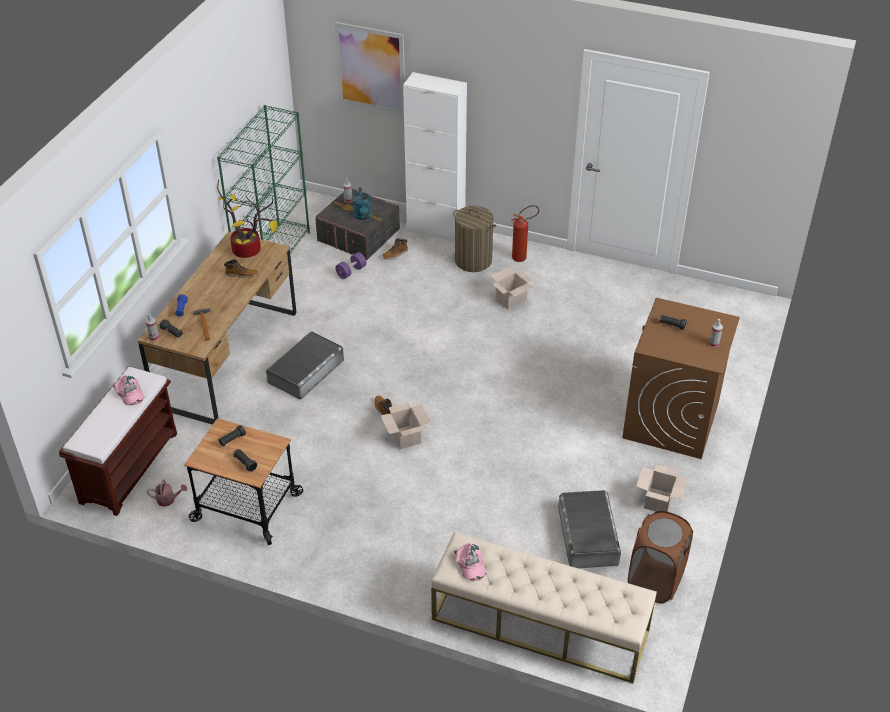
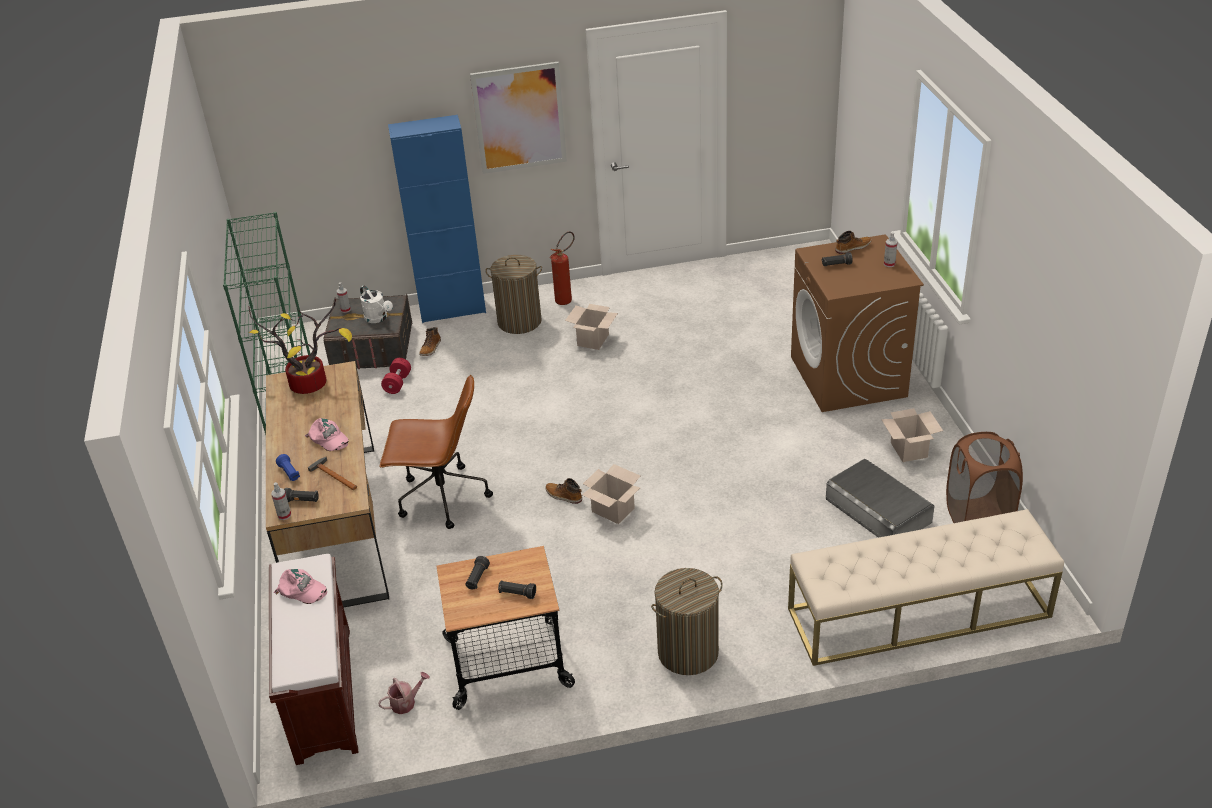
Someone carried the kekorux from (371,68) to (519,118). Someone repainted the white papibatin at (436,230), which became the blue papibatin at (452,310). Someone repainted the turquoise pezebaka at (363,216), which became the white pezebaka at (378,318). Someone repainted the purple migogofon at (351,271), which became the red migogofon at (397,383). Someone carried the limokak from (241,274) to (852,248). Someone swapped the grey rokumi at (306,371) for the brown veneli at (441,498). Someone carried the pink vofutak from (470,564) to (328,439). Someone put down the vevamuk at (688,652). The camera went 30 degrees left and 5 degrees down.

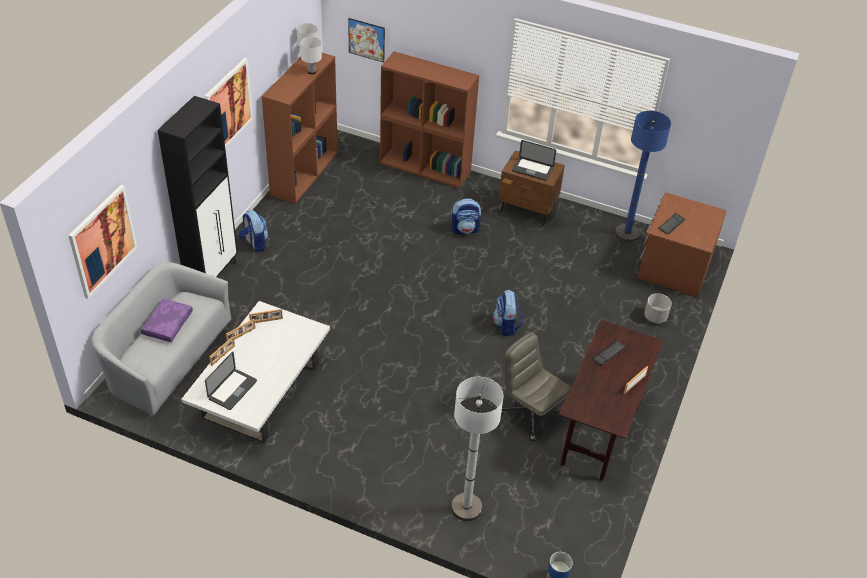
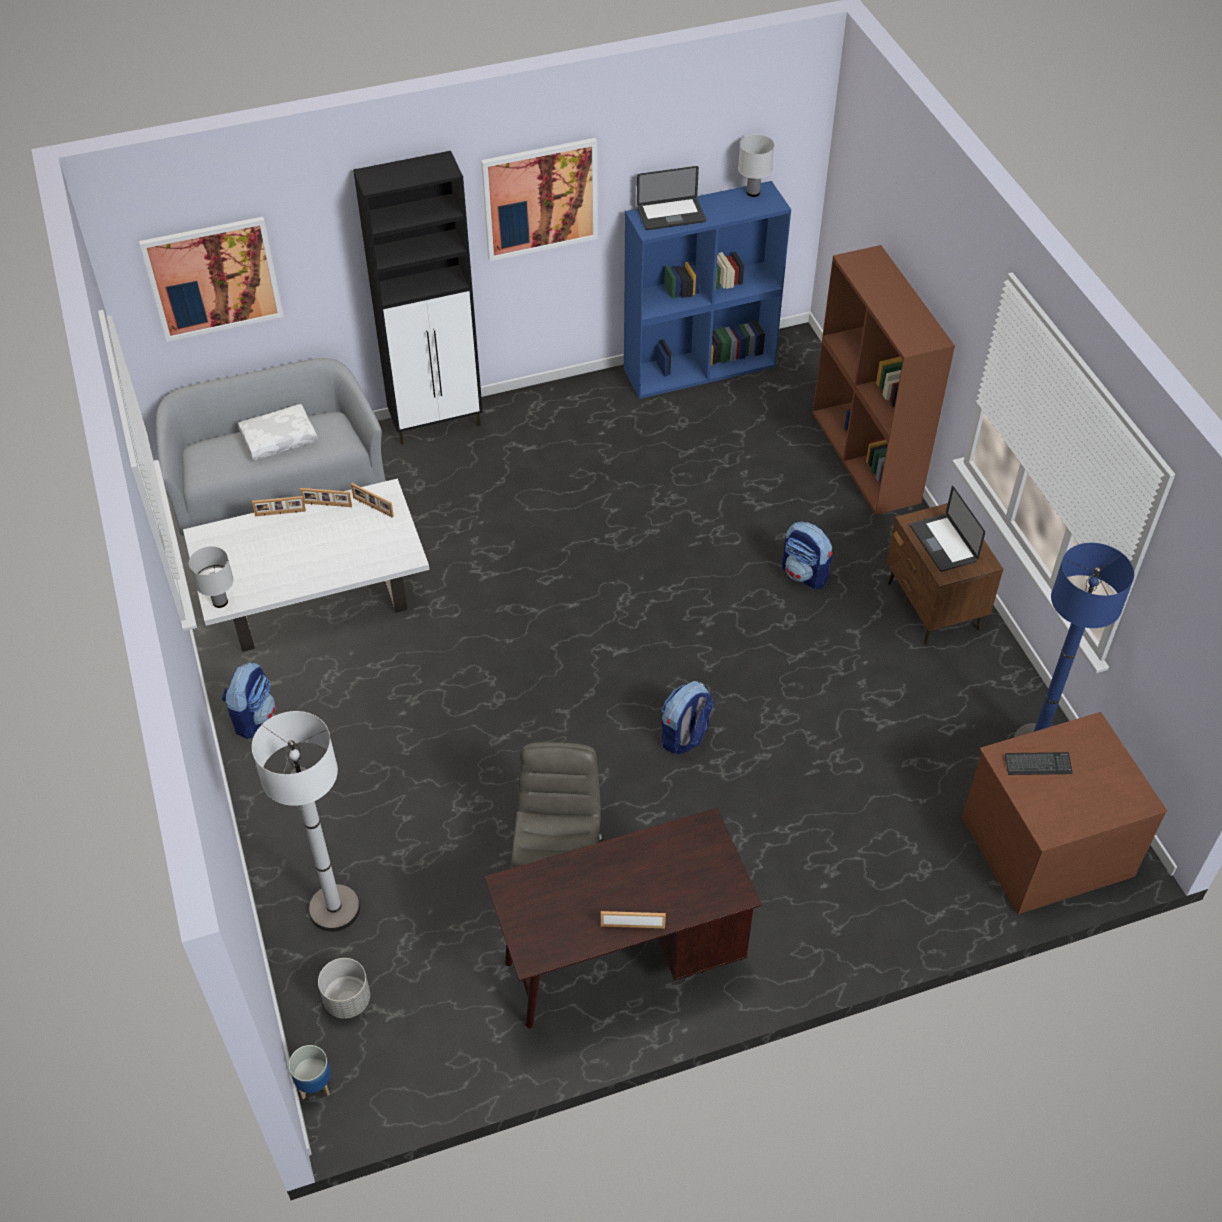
Someone took away the kekorux at (366,40). Someone carried the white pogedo from (312,71) to (220,602). Someone repainted the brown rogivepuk at (304,173), which became the blue rogivepuk at (700,367). Someone carried the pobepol from (254,243) to (253,717). Someone carried the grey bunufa from (655,317) to (347,1000). Someone repainted the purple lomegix at (167,324), which became the white lomegix at (279,438). Someone took away the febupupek at (608,353). Someone carried the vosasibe from (232,390) to (671,215). The camera went 50 degrees right and 5 degrees up.

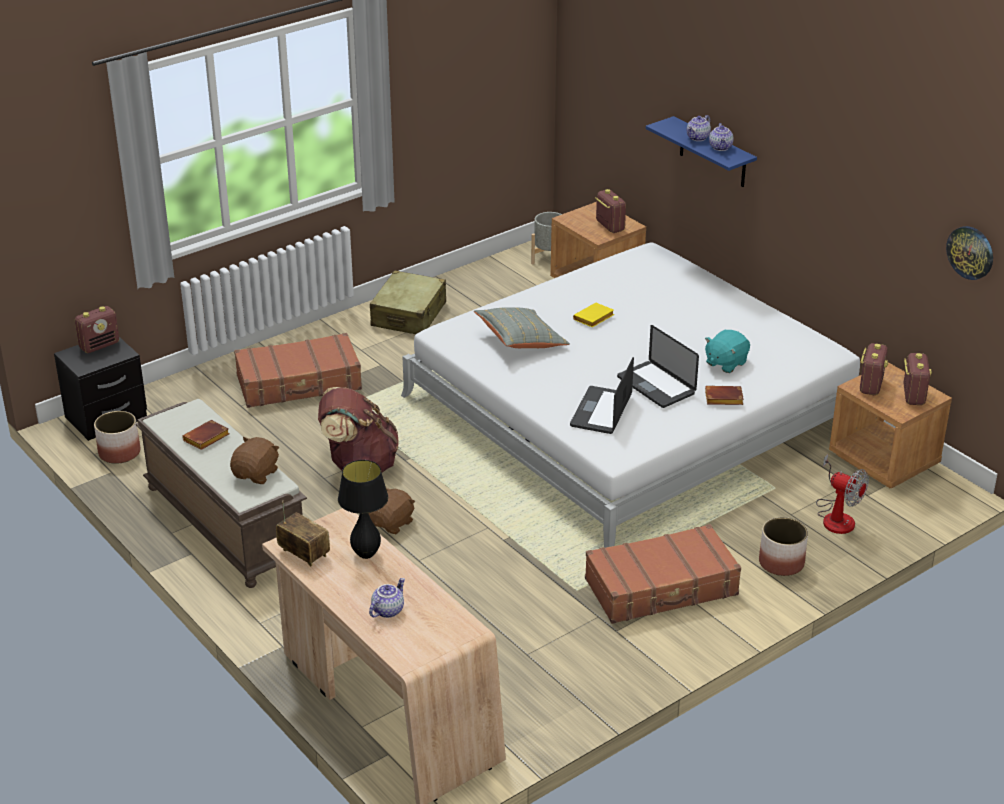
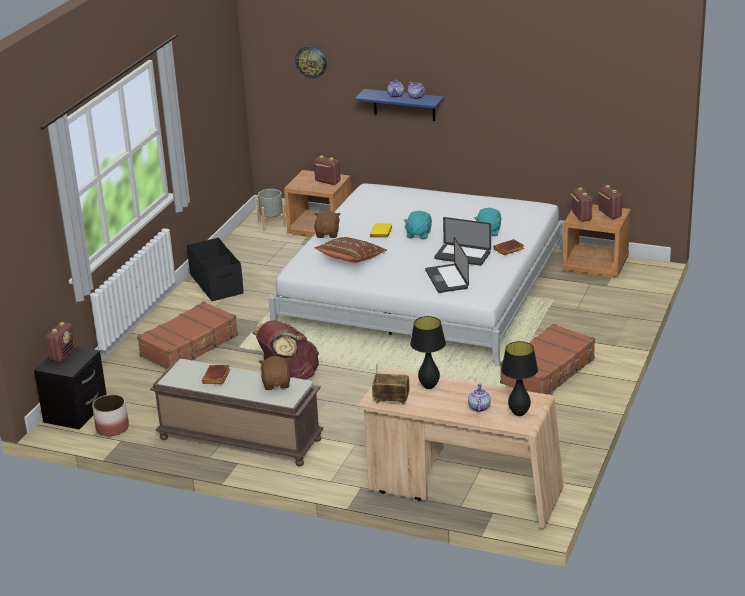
Someone carried the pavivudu from (970,252) to (311,61). Someone swapped the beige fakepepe at (409,315) for the black rokumi at (217,284). Someone repainted the grey lomegix at (520,341), which became the brown lomegix at (351,259). Someone took away the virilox at (836,516). Someone carried the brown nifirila from (392,523) to (328,234). Someone took away the bunufa at (781,563). Someone put down the turquoise nifirila at (418,234). Someone put down the black pogedo at (519,413). The camera went 30 degrees left and 5 degrees down.

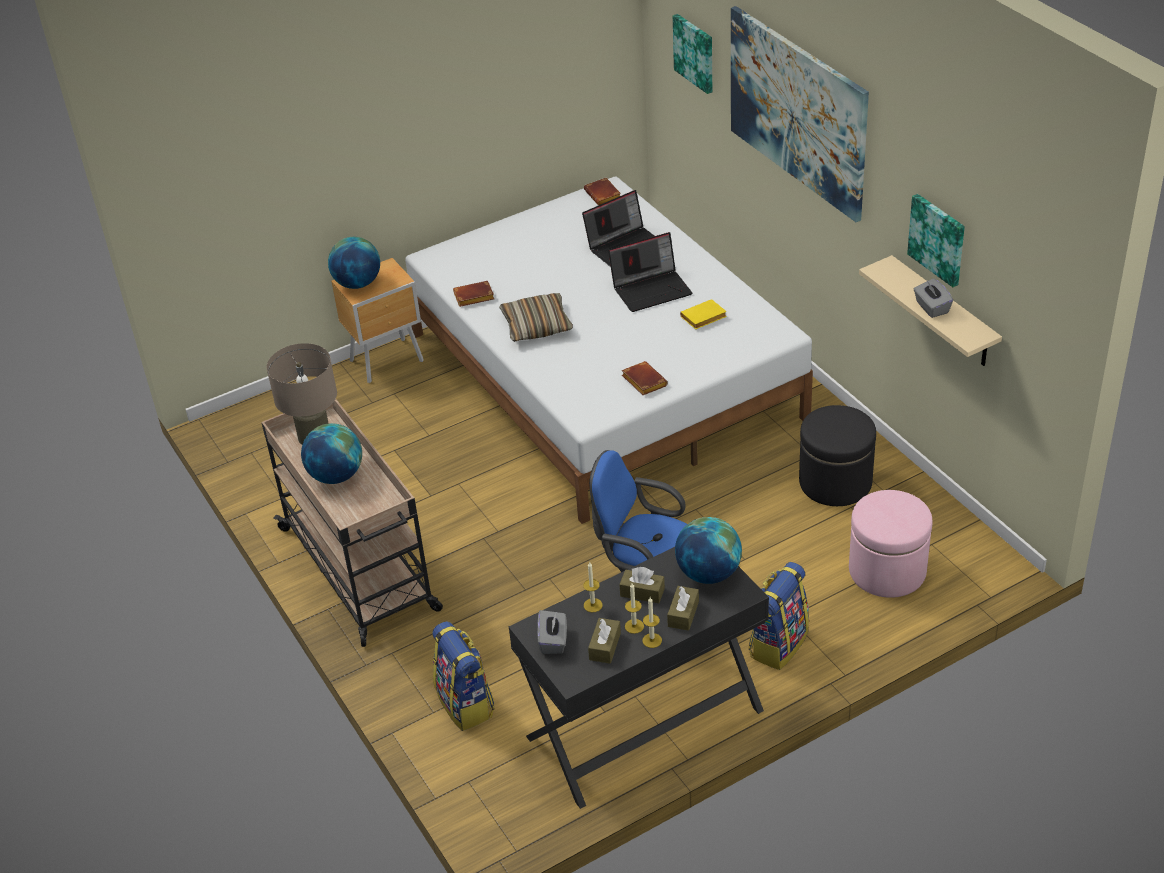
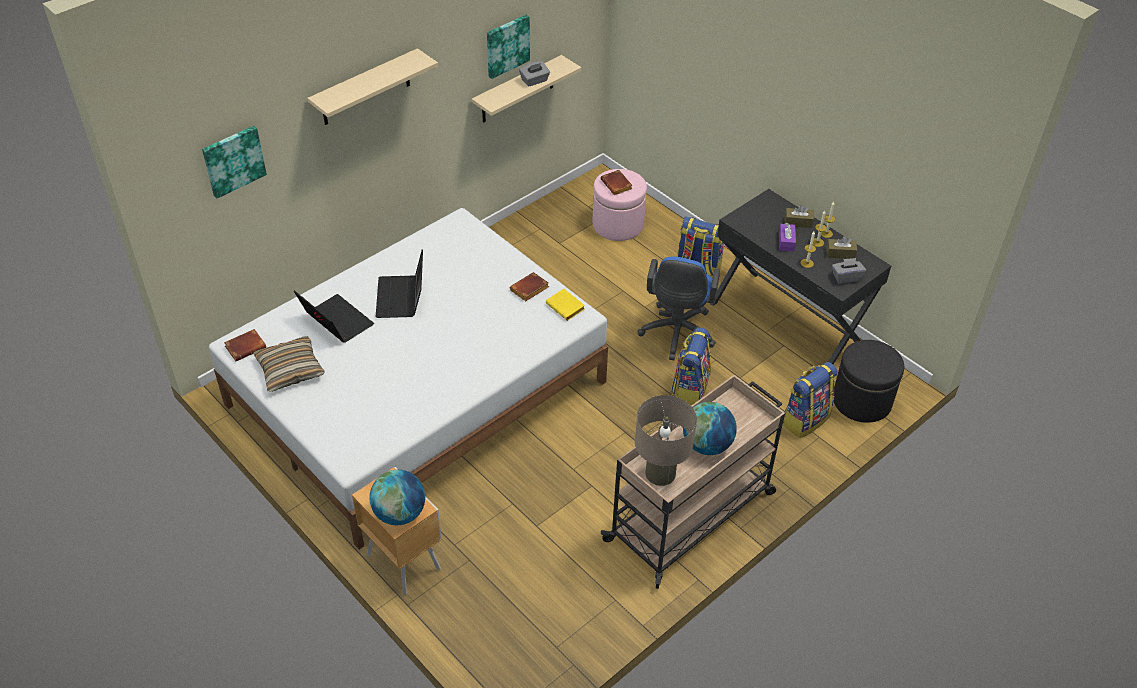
Someone swapped the kekorux at (797,111) for the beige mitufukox at (365,88). Someone rotated the vosasibe at (651,289) by 150 degrees counterclockwise. Someone carried the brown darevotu from (473,298) to (617,185). Someone carried the lomegix from (536,325) to (290,370). Someone carried the yellow darevotu from (703,318) to (566,307). Someone carried the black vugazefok from (835,482) to (861,401). Someone took away the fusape at (708,573). Someone repainted the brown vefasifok at (642,592), which became the purple vefasifok at (786,242). Someone put down the pobepol at (689,388). The camera went 105 degrees left and 5 degrees up.

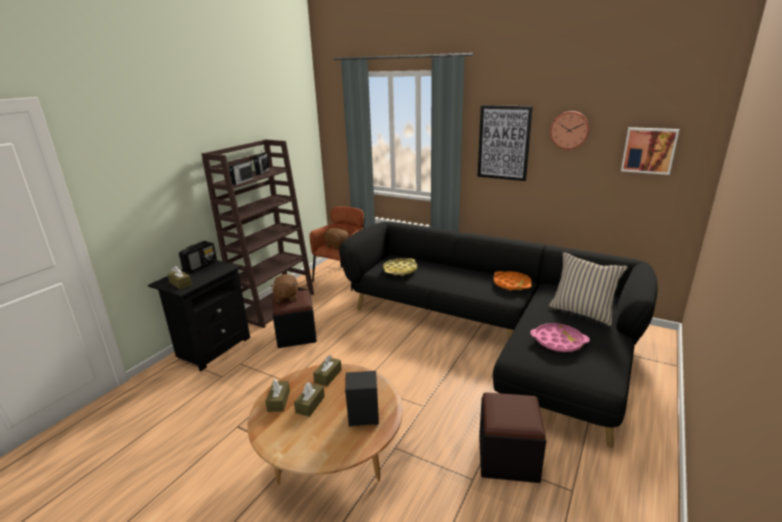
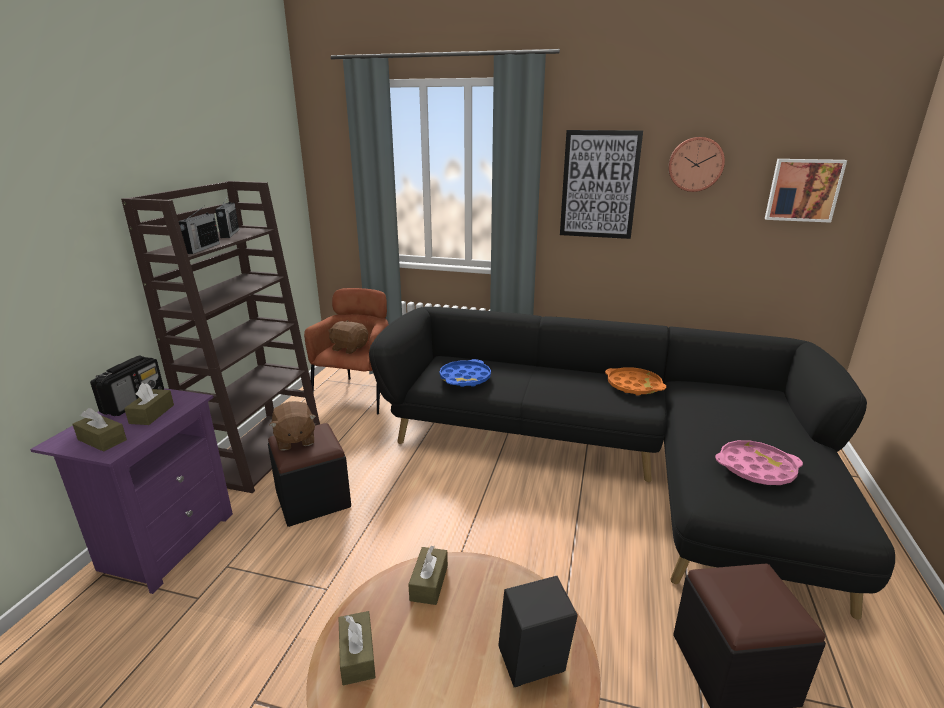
Someone took away the beige lomegix at (582,312). Someone repainted the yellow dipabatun at (400,270), which became the blue dipabatun at (465,378). Someone repainted the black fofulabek at (212,347), which became the purple fofulabek at (165,542). Someone carried the brown vefasifok from (310,404) to (152,414). The camera went 15 degrees left and 0 degrees up.

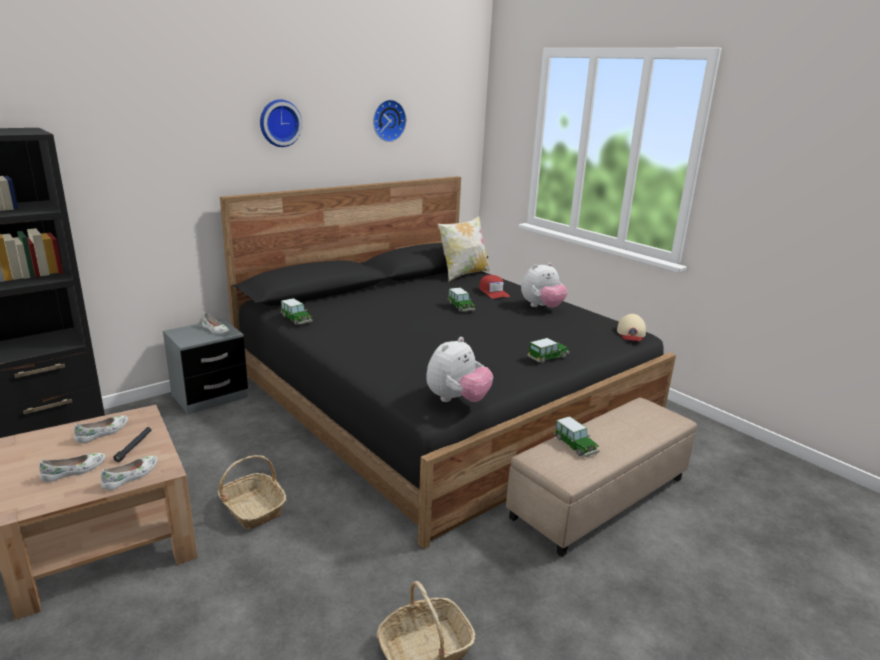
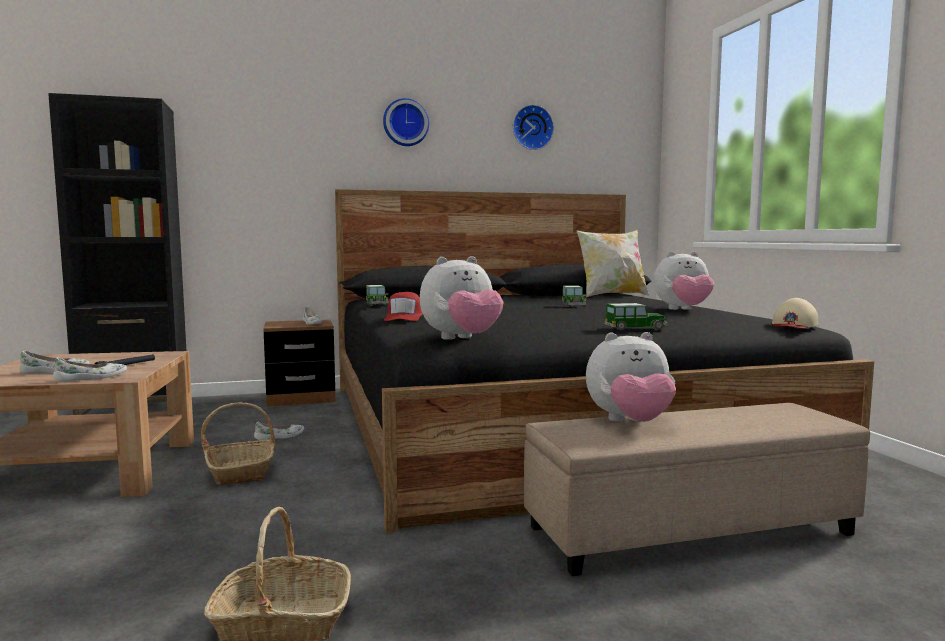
Someone carried the red vofutak from (493,292) to (404,317). Someone repainted the grey fofulabek at (210,396), which became the brown fofulabek at (301,398). Someone carried the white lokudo from (103,433) to (280,436). Someone swapped the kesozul at (575,445) for the nifirila at (630,423). The camera went 25 degrees right and 15 degrees down.

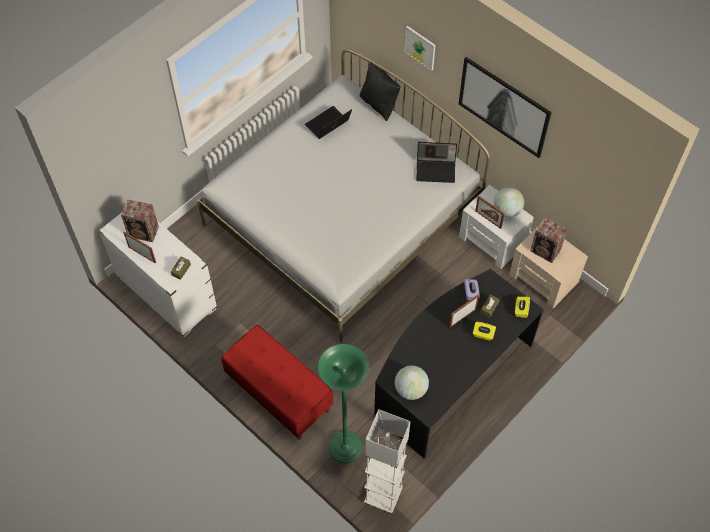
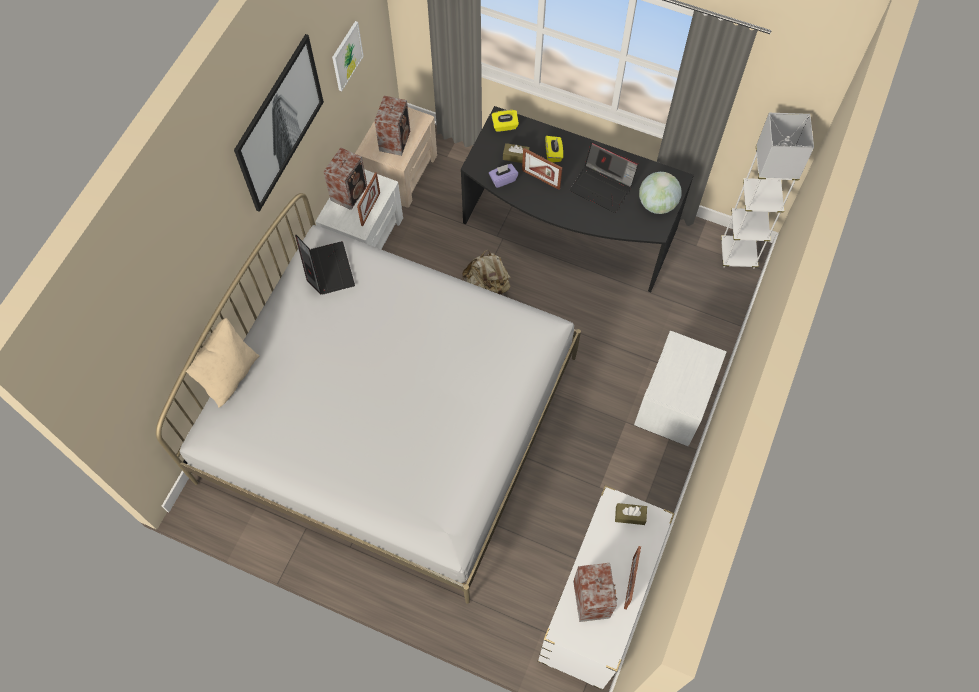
Someone carried the kekorux from (420,47) to (346,56). Someone repainted the black lomegix at (379,104), which became the beige lomegix at (229,375). Someone carried the vosasibe from (328,125) to (603,187). Someone swapped the fusape at (507,210) for the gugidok at (350,192). Someone swapped the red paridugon at (278,393) for the white fofulabek at (673,403). Someone took away the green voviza at (345,448). Someone put down the beige pobepol at (487,286). The camera went 110 degrees left and 5 degrees up.

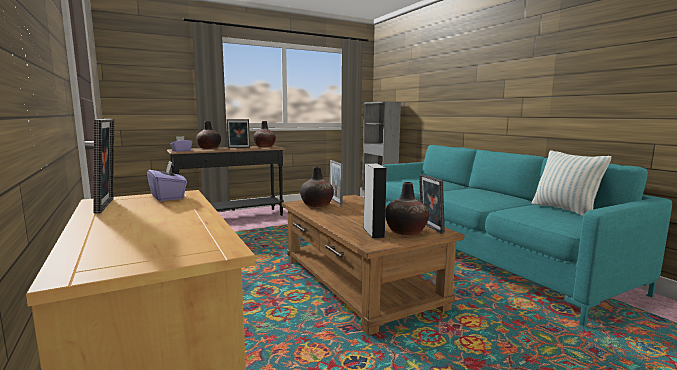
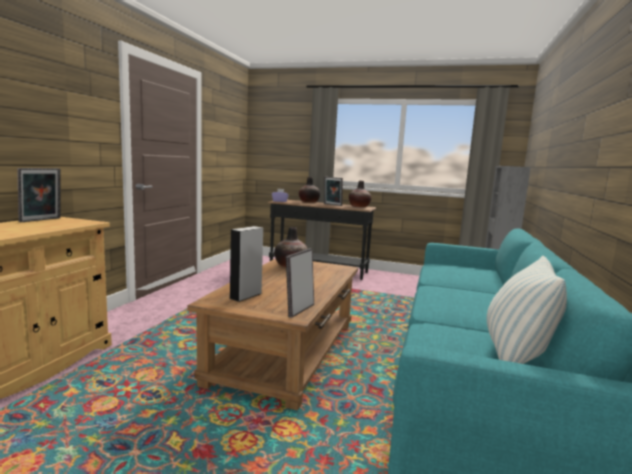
Someone took away the purple vefasifok at (168,197). Someone took away the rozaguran at (335,201). Someone took away the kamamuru at (406,232). The camera went 45 degrees right and 0 degrees up.

